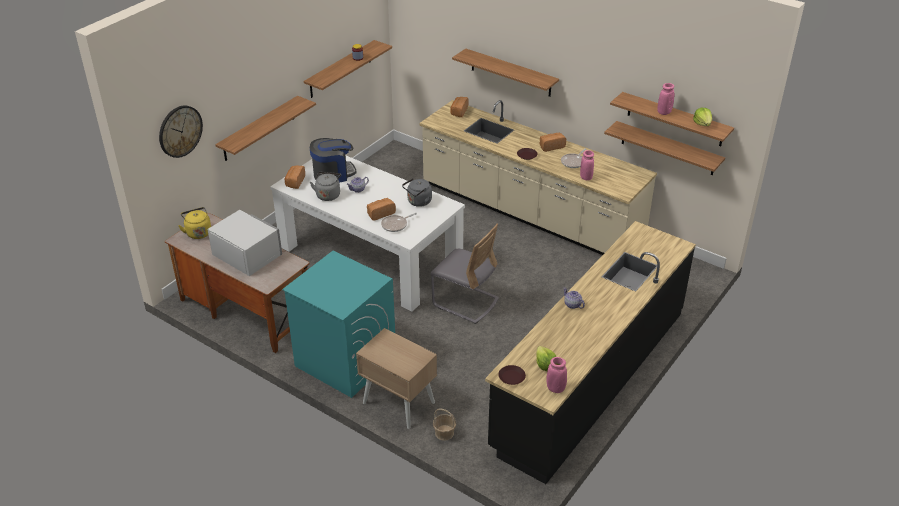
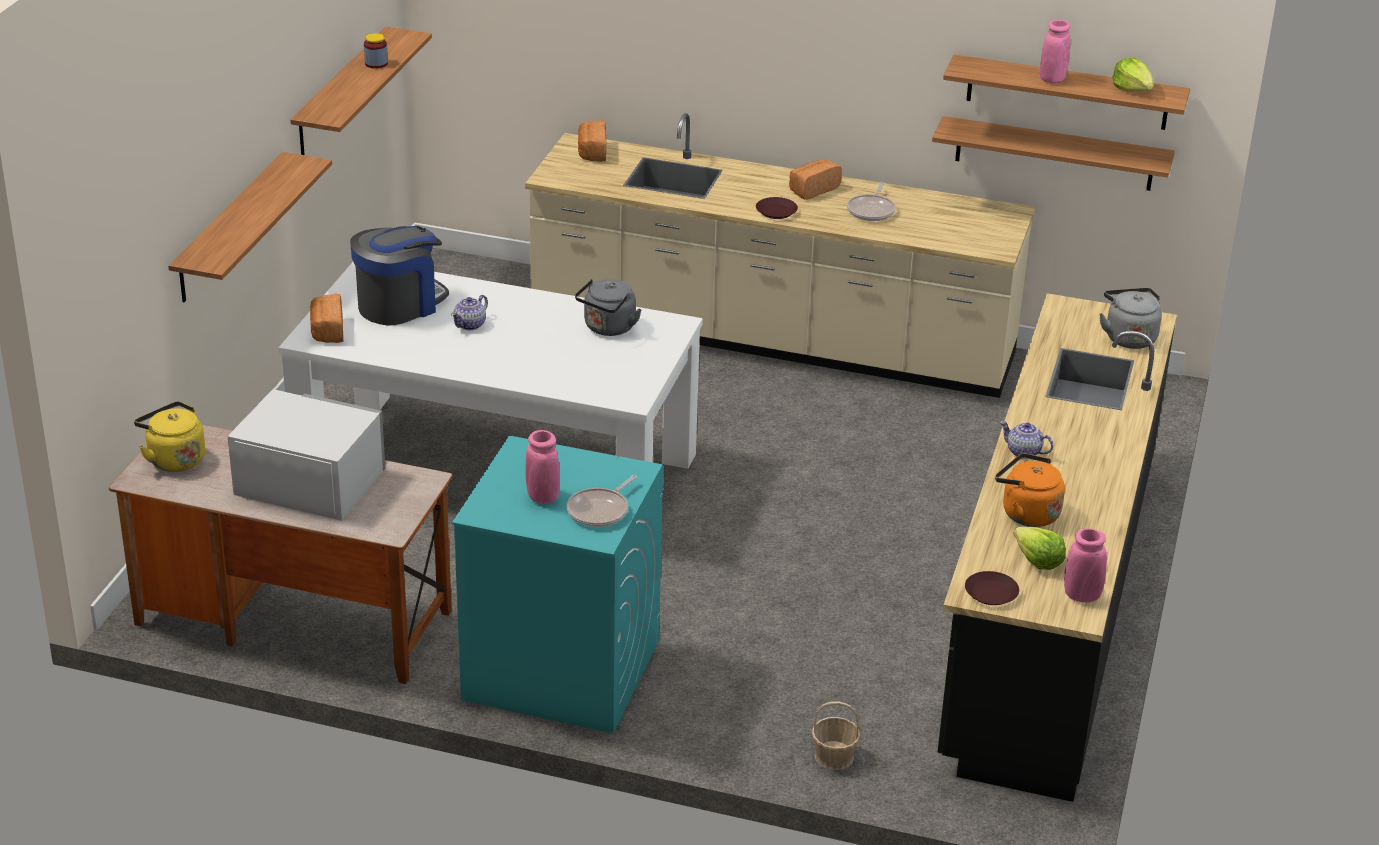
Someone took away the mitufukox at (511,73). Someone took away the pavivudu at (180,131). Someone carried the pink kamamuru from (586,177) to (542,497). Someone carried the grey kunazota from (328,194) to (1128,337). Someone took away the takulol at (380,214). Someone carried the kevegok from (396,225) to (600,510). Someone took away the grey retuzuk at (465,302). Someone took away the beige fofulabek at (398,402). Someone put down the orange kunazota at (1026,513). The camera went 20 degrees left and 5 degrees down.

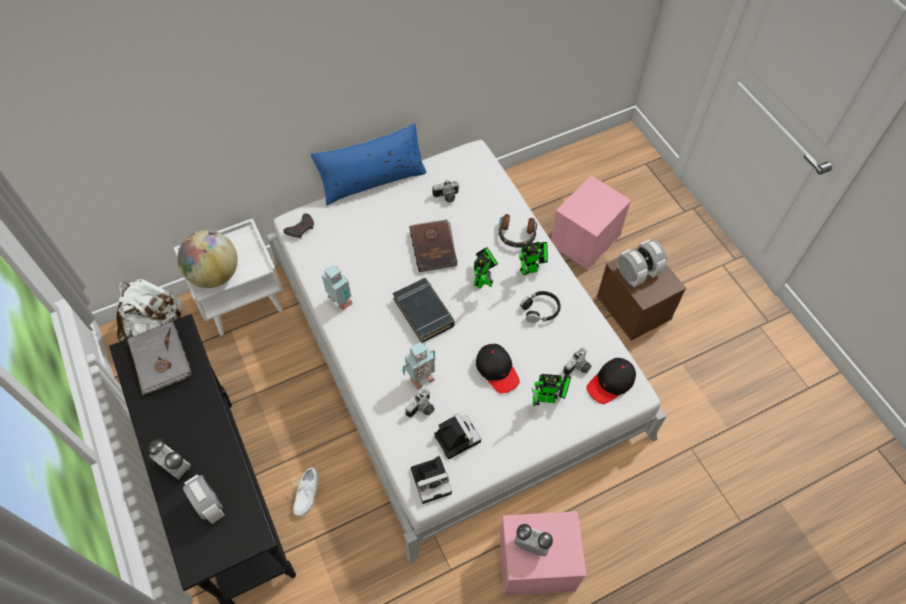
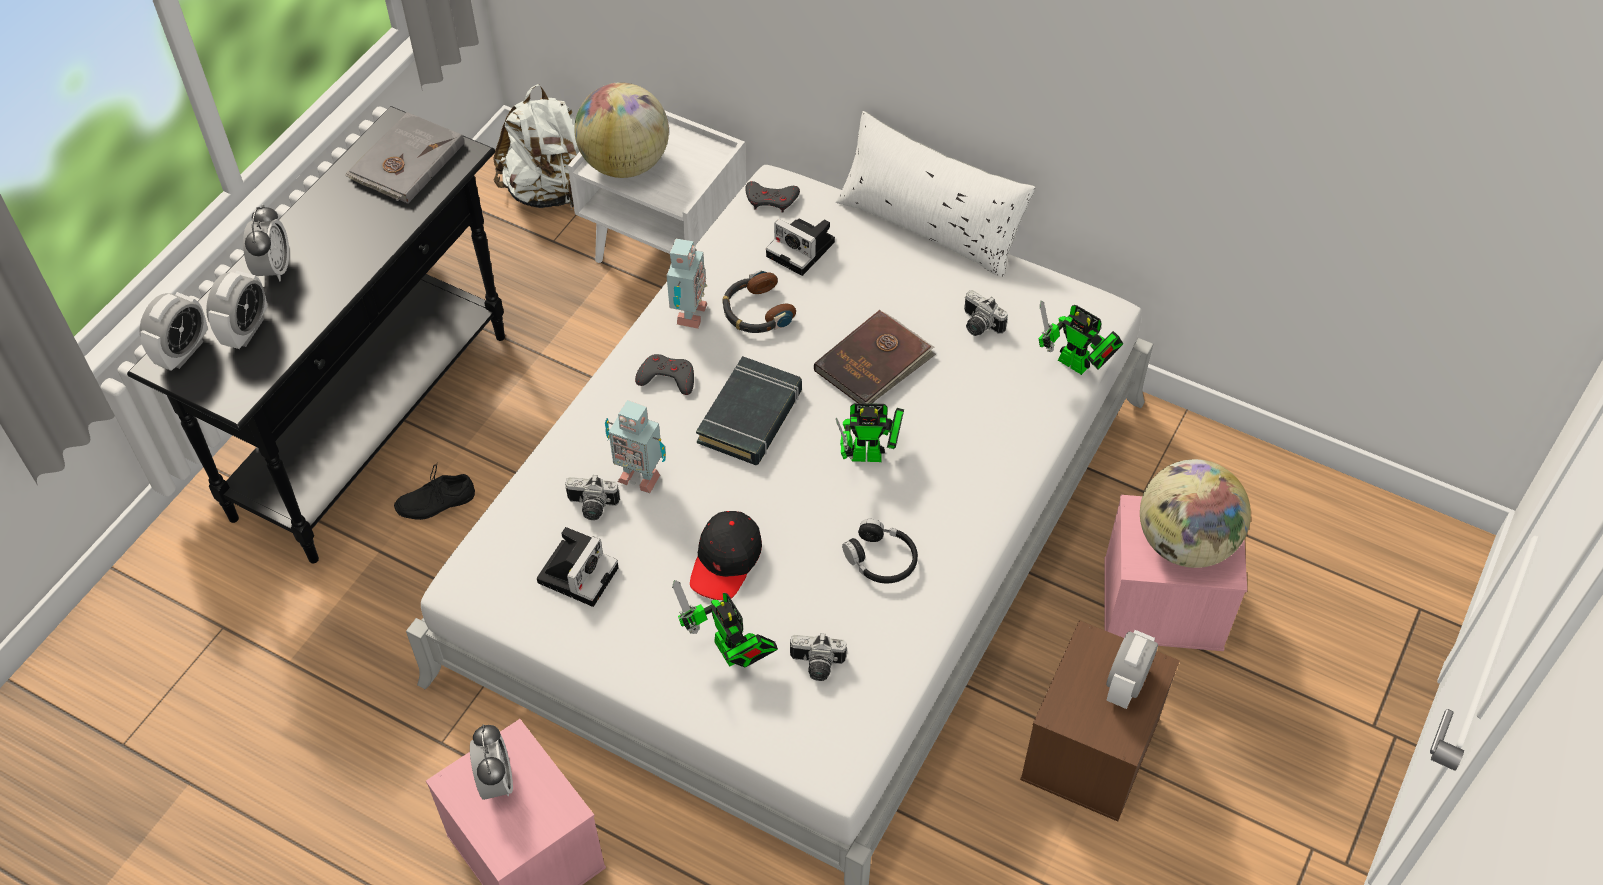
Someone repainted the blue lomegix at (372,180), which became the white lomegix at (930,225). Someone carried the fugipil from (516,235) to (756,311). Someone carried the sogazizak from (531,269) to (1078,366). Someone carried the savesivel from (628,277) to (183,352). Someone took away the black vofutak at (611,383). Someone carried the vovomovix from (432,480) to (803,249). Someone repainted the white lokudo at (305,493), which became the black lokudo at (435,501). Someone put down the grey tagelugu at (667,378). Someone put down the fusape at (1185,543). The camera went 55 degrees right and 5 degrees down.

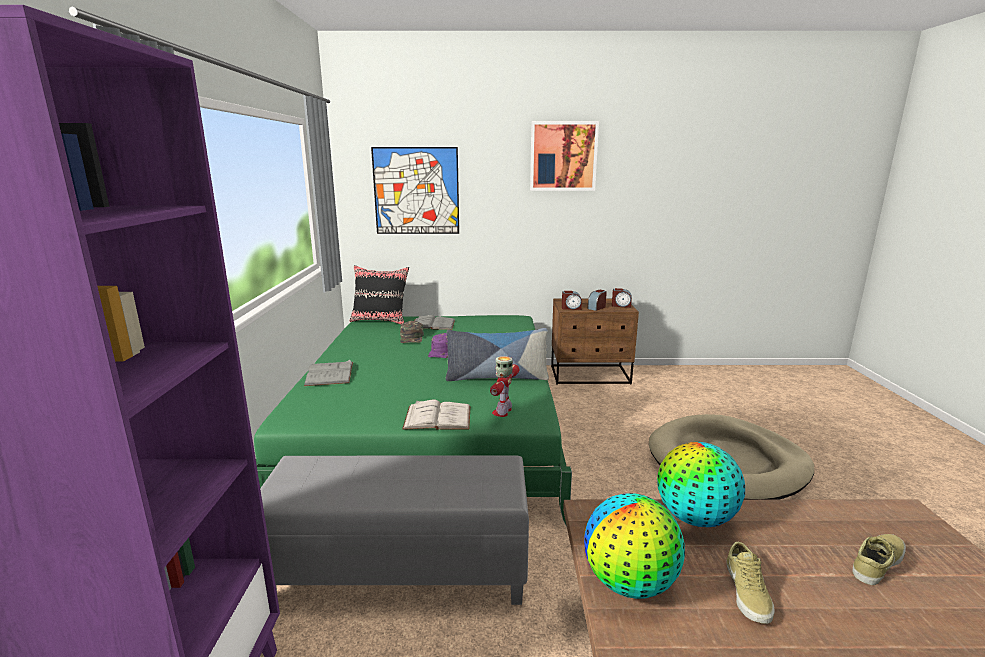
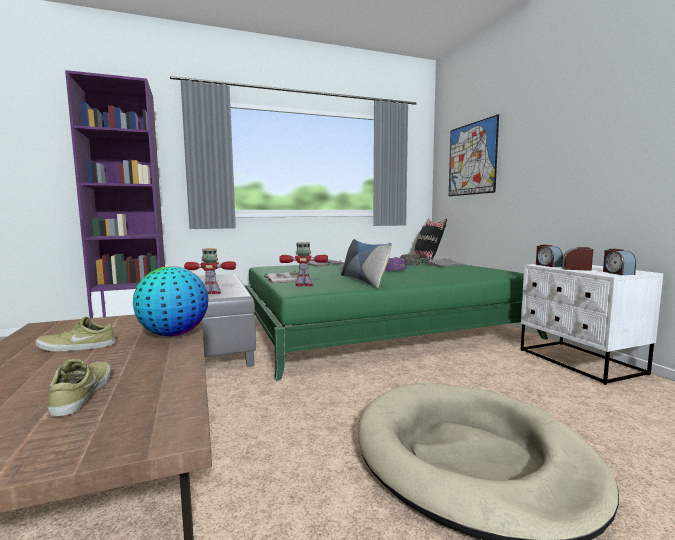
Someone took away the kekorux at (563,156). Someone repainted the brown fofulabek at (590,375), which became the white fofulabek at (579,362). Someone took away the fusape at (630,583). Someone rotated the beige lokudo at (875,562) by 135 degrees counterclockwise. Someone put down the sogazizak at (212,293). The camera went 70 degrees right and 10 degrees down.

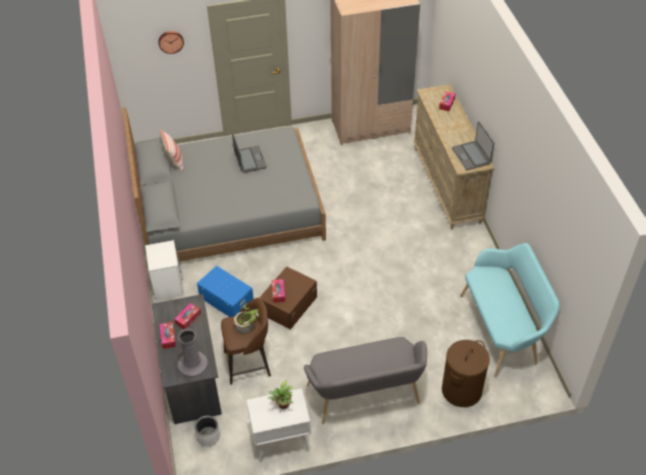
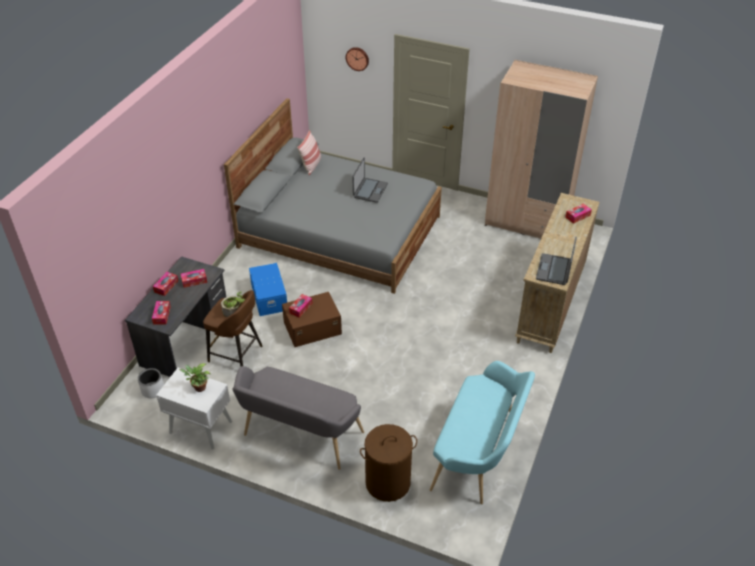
Someone took away the white fofulabek at (168,284). Someone swapped the grey kamamuru at (192,364) for the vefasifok at (162,315). The camera went 35 degrees right and 5 degrees down.

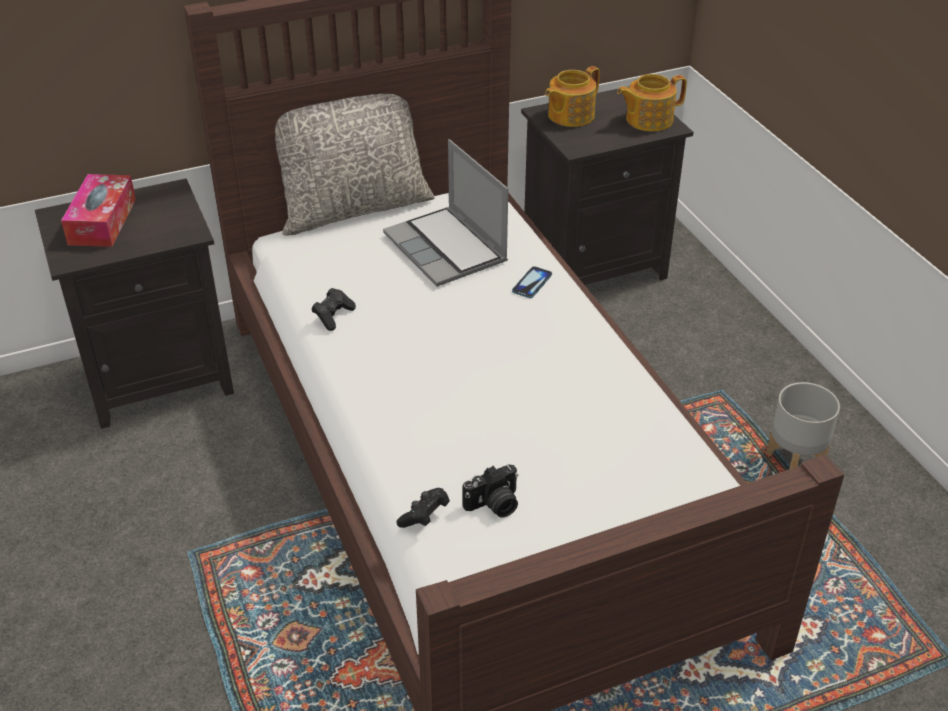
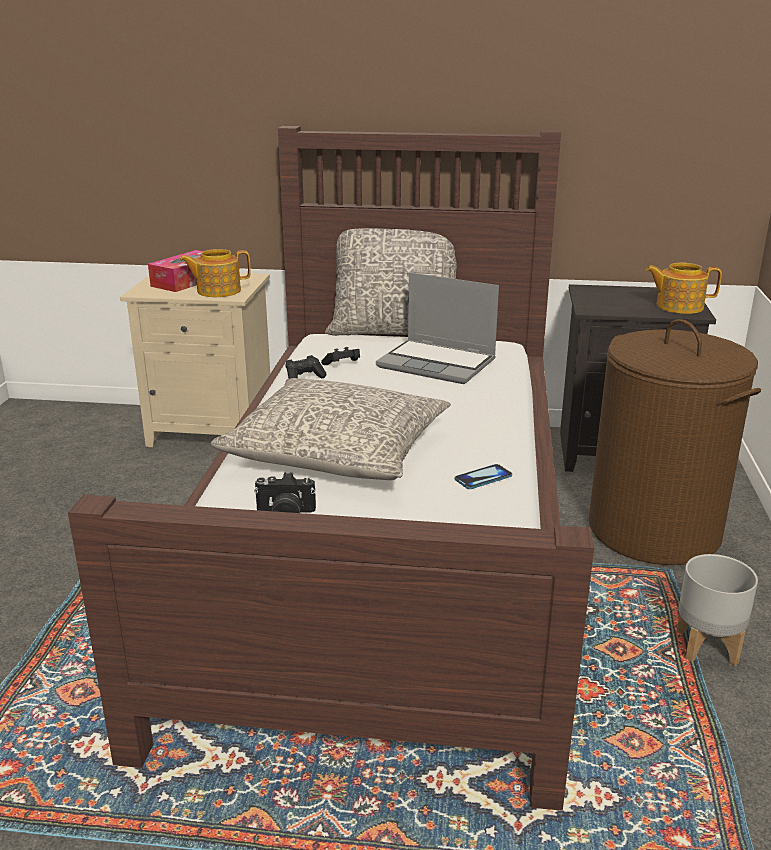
Someone carried the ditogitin from (569,115) to (217,291). Someone rotated the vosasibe at (447,249) by 60 degrees counterclockwise. Someone repainted the black fofulabek at (159,376), which became the beige fofulabek at (214,430). Someone carried the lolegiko from (532,283) to (483,478). Someone carried the black tagelugu from (424,516) to (342,365). Someone put down the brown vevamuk at (654,530). Someone put down the grey lomegix at (338,452). The camera went 30 degrees right and 15 degrees down.

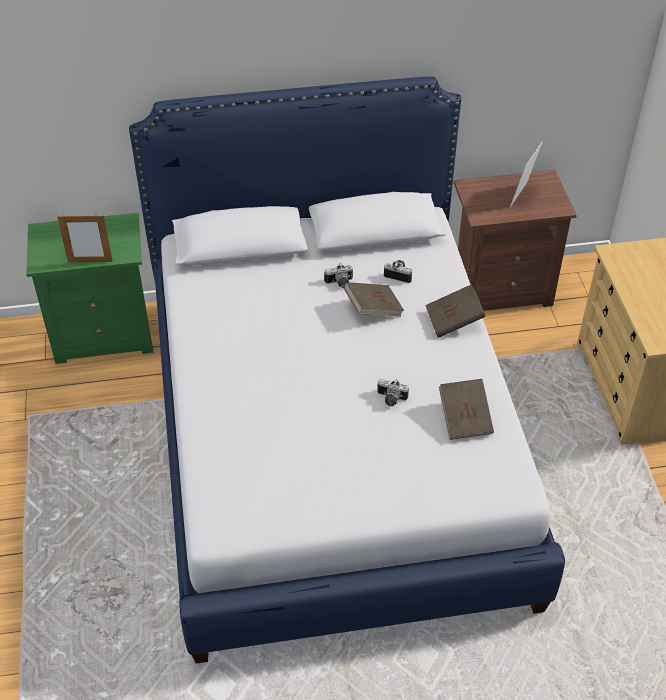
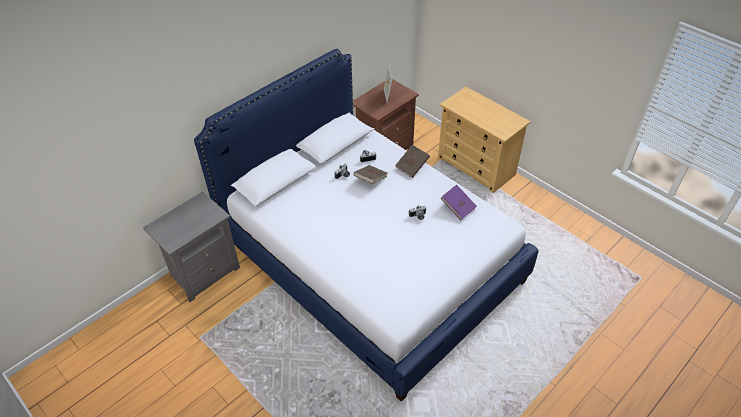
Someone repainted the green fofulabek at (105,334), which became the grey fofulabek at (204,272). Someone took away the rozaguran at (90,261). Someone repainted the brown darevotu at (465,418), which became the purple darevotu at (458,207). The camera went 35 degrees left and 0 degrees up.

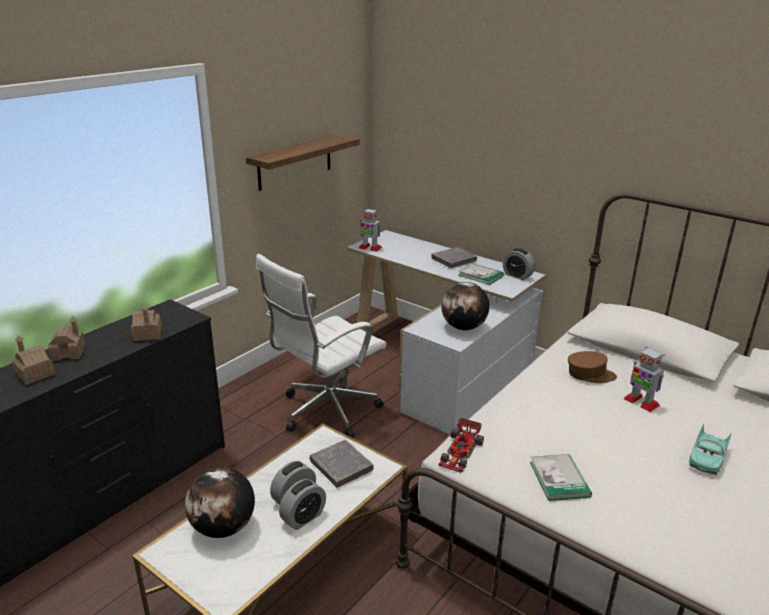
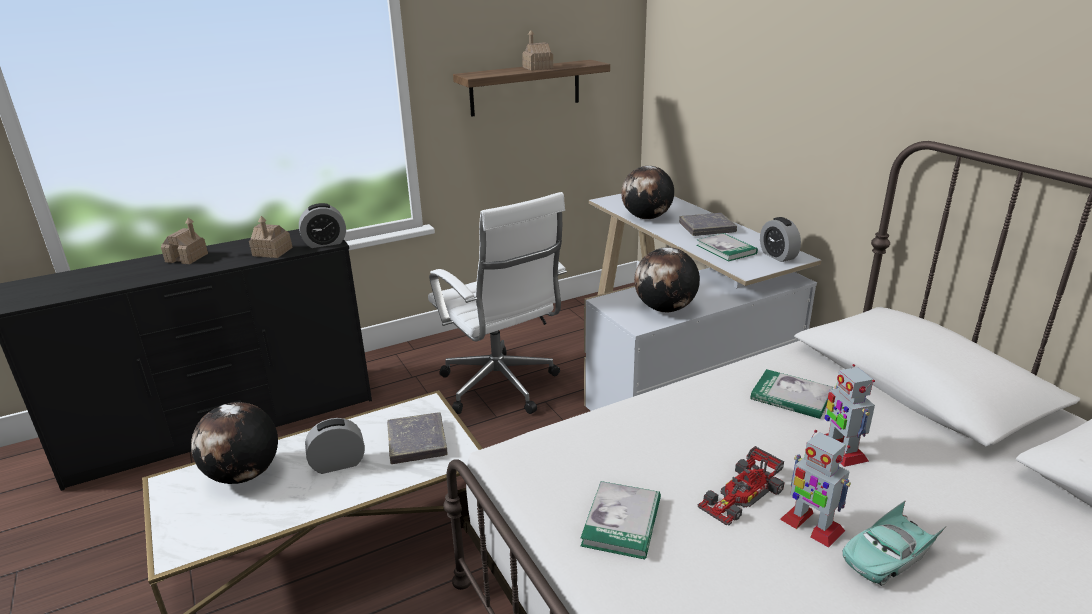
Someone carried the sogazizak from (369,248) to (811,525). Someone rotated the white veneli at (325,412) by 105 degrees counterclockwise. Someone carried the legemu from (35,374) to (537,68). Someone swapped the brown vofutak at (590,374) for the darevotu at (791,397). Someone carried the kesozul from (460,451) to (740,495). Someone carried the savesivel from (303,518) to (325,243). Someone put down the fusape at (646,218). The camera went 25 degrees right and 0 degrees up.

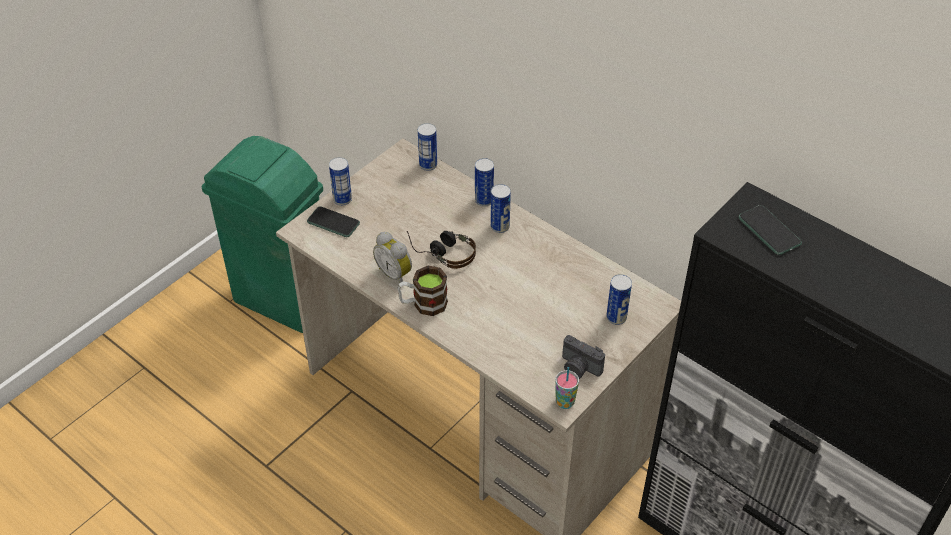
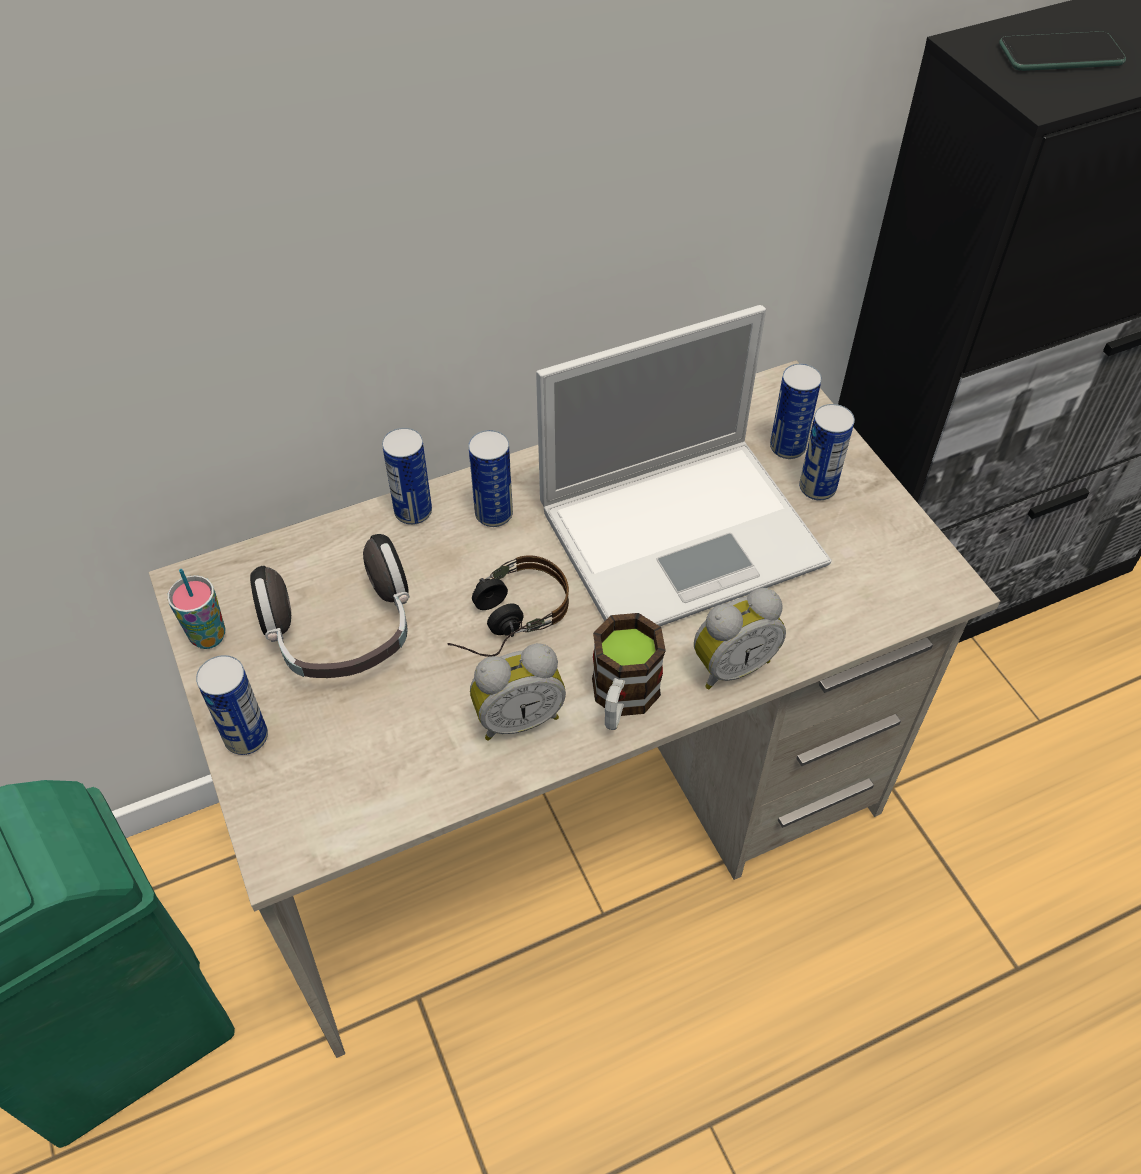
Someone carried the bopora from (428,165) to (817,488). Someone took away the lolegiko at (333,223). Someone took away the vovomovix at (579,368). Someone carried the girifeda from (565,402) to (208,636). Someone put down the vosasibe at (686,533). Someone put down the fugipil at (343,635). Someone put down the savesivel at (730,665). The camera went 65 degrees left and 5 degrees up.

